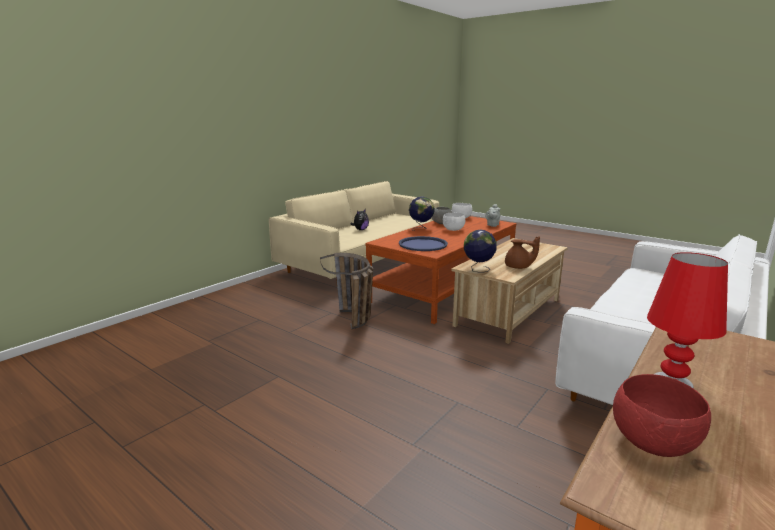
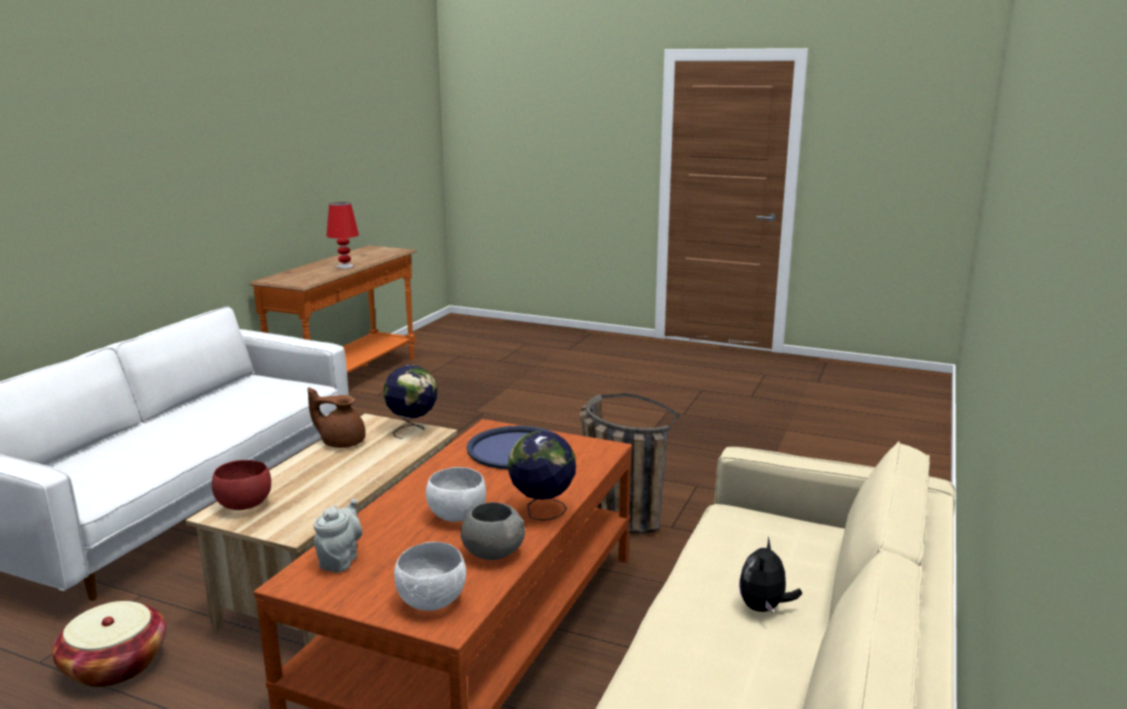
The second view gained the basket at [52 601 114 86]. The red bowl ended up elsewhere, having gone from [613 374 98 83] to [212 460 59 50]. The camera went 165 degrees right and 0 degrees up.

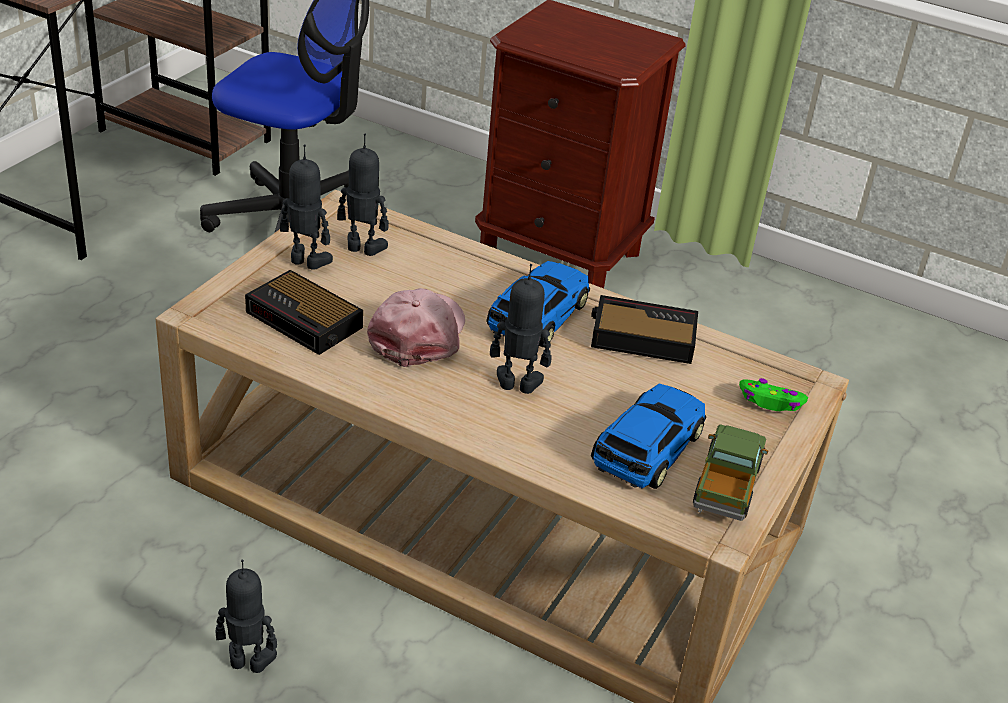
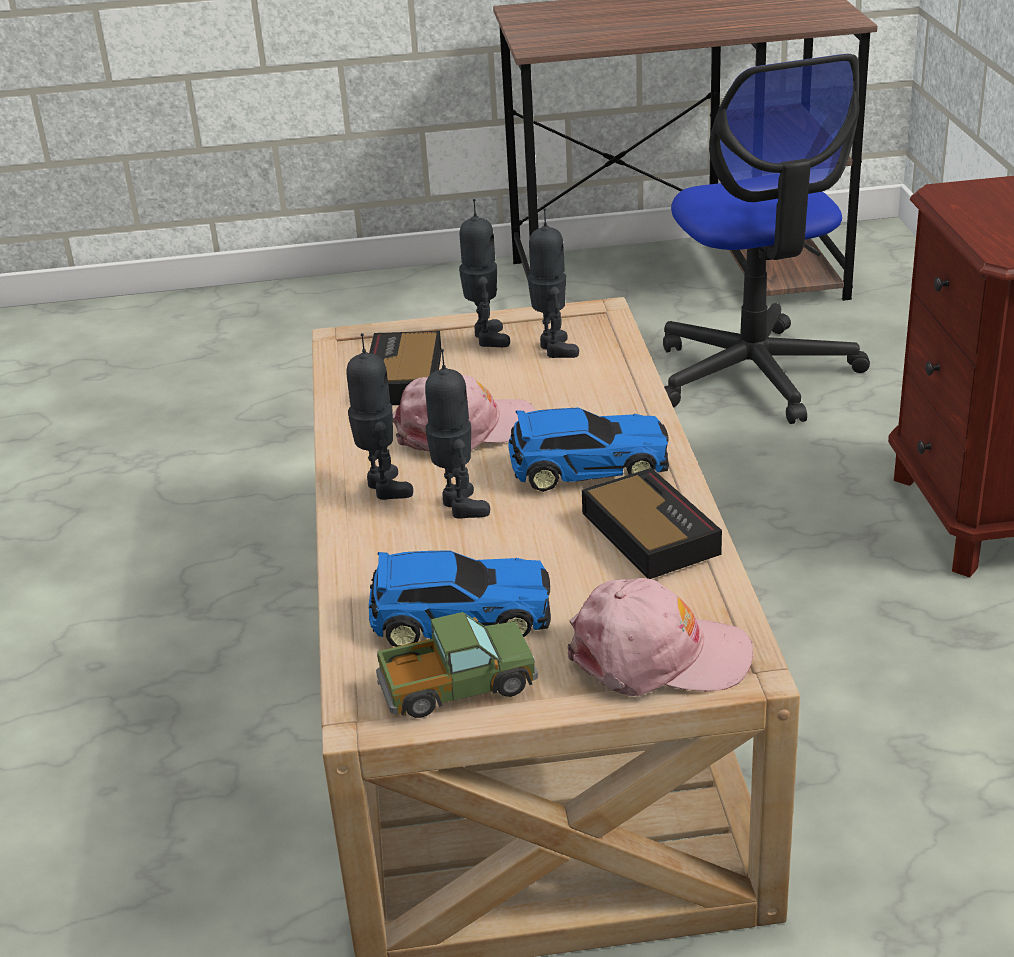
The toy robot ended up elsewhere, having gone from [216 559 61 114] to [346 333 67 167]. Where the green game controller stood at [739 378 69 33], the pink cap came to stand at [568 578 185 118]. The camera went 60 degrees right and 5 degrees down.

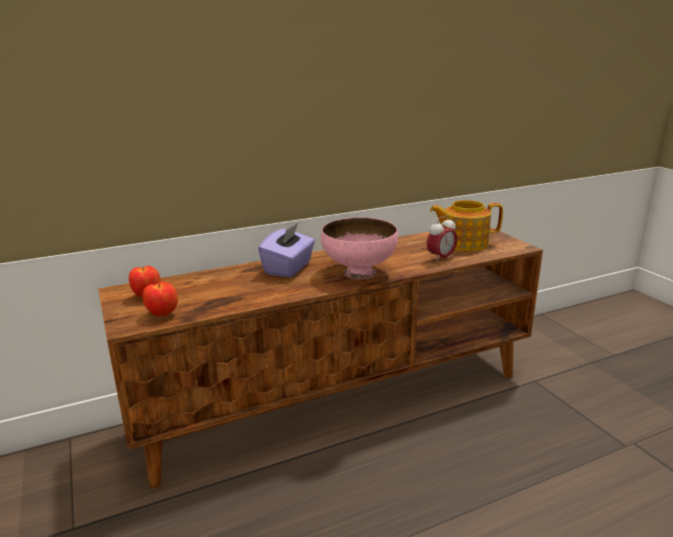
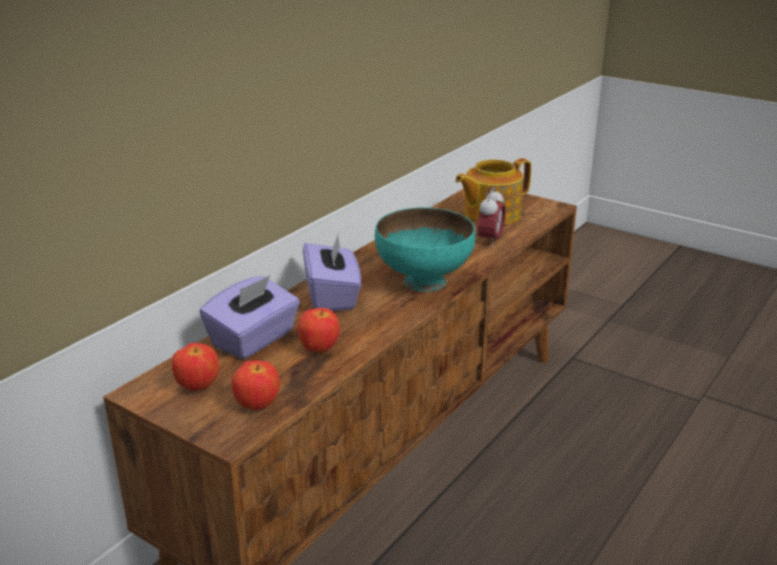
The second view gained the purple tissue box at [200 276 100 83]. The second view gained the apple at [298 308 42 45]. What was the pink bowl at [321 217 77 62] turned into the turquoise bowl at [375 207 100 85]. The camera went 30 degrees left and 5 degrees up.

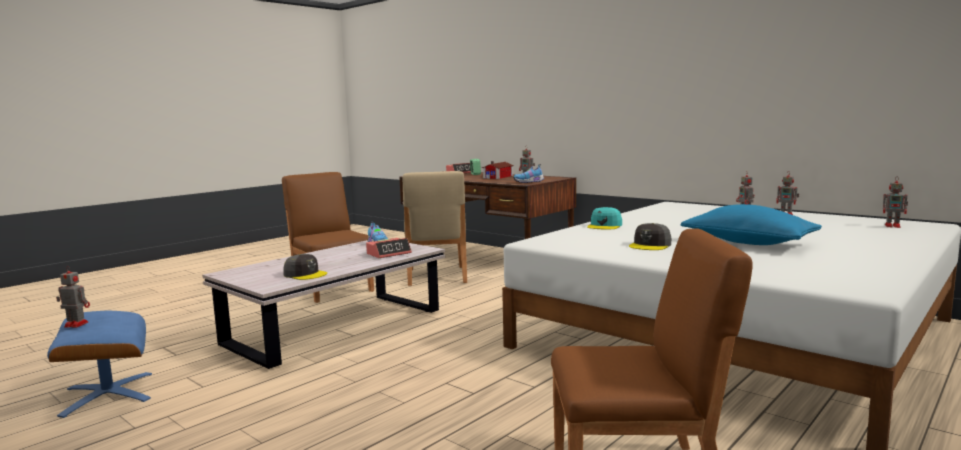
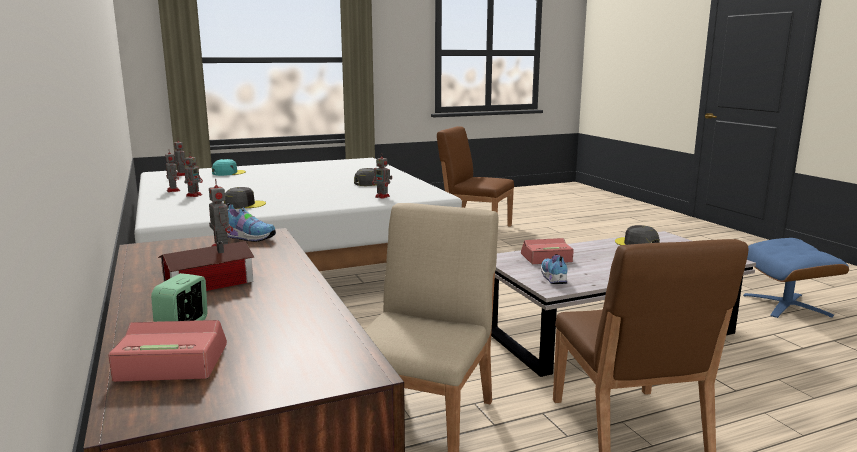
The turquoise cap ended up elsewhere, having gone from [587 207 35 22] to [212 159 34 17]. The second view gained the grey cap at [224 187 42 22]. The toy robot ended up elsewhere, having gone from [56 266 34 62] to [372 154 20 45]. The second view lost the blue pillow at [681 204 141 41]. The camera went 155 degrees left and 5 degrees up.

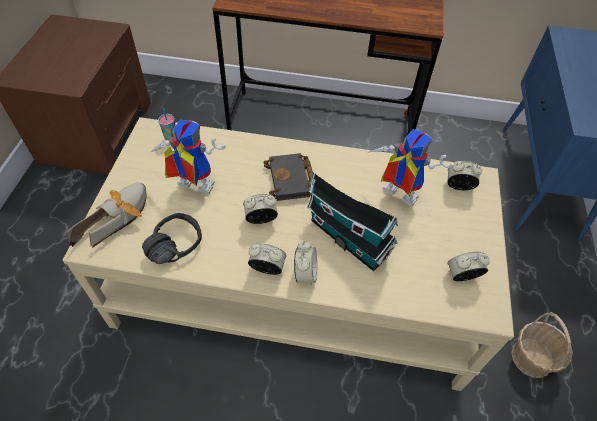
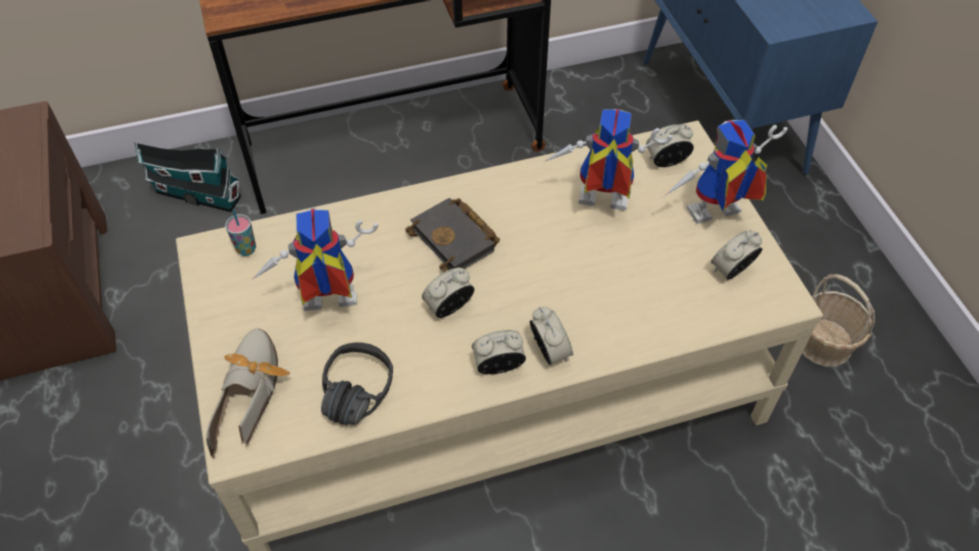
The toy house ended up elsewhere, having gone from [307 172 91 99] to [134 142 107 70]. The second view gained the toy robot at [665 120 123 104]. The camera went 25 degrees left and 0 degrees up.

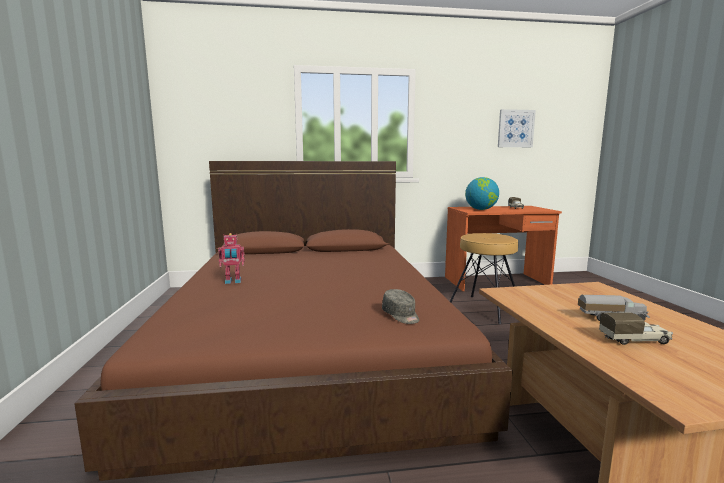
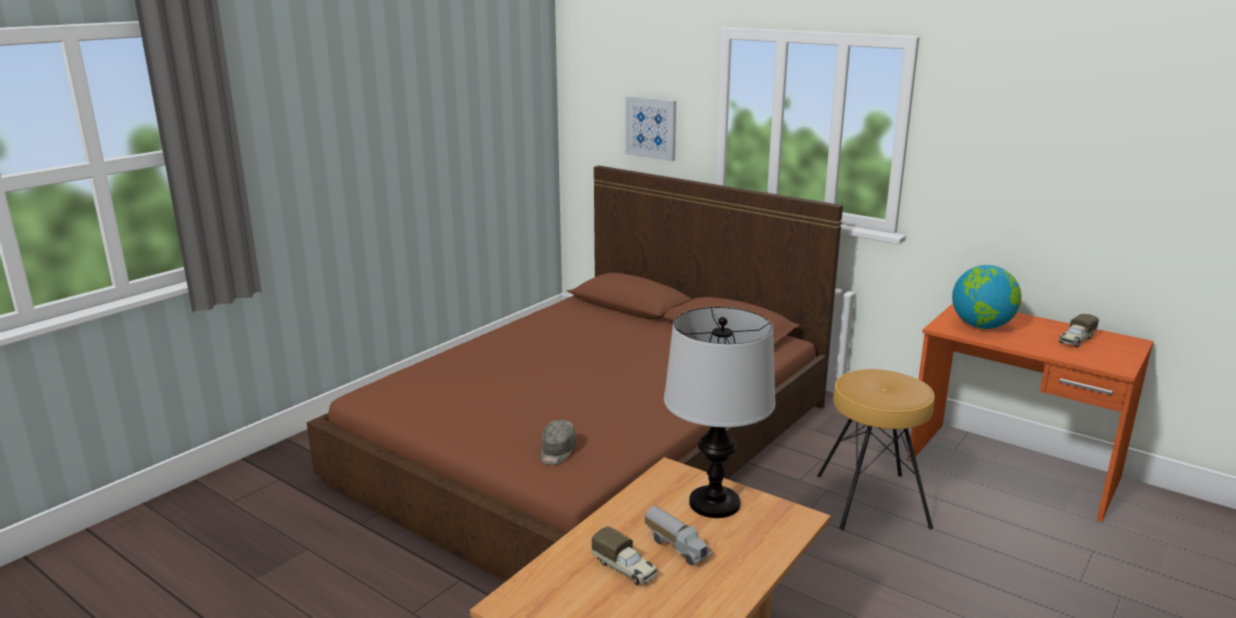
The picture ended up elsewhere, having gone from [498 109 38 38] to [625 96 51 65]. The second view gained the table lamp at [664 307 112 211]. The second view lost the toy robot at [218 233 27 51]. The camera went 45 degrees right and 10 degrees up.

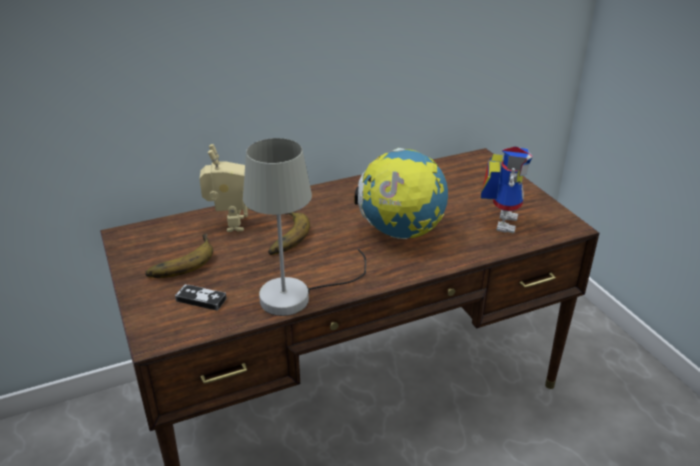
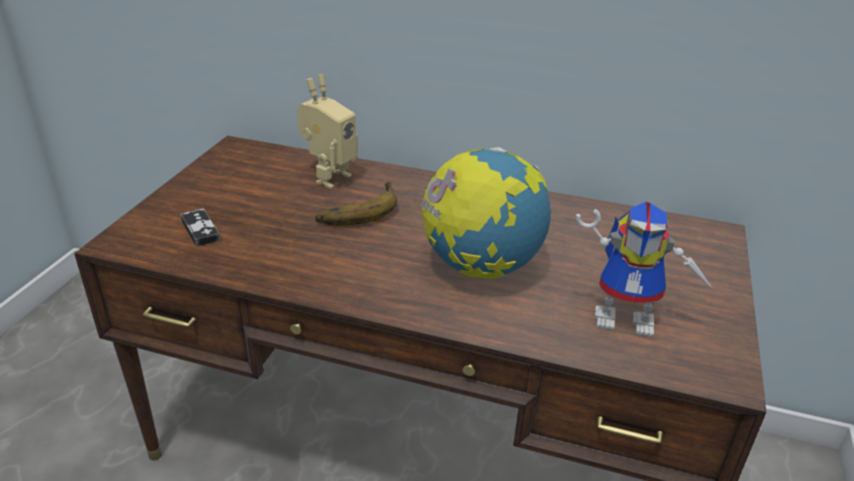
The toy robot at [481 147 52 86] ended up facing another way, 45 degrees clockwise from before. The second view lost the banana at [145 234 68 44]. The second view lost the grey table lamp at [243 138 123 178]. The camera went 40 degrees right and 0 degrees up.

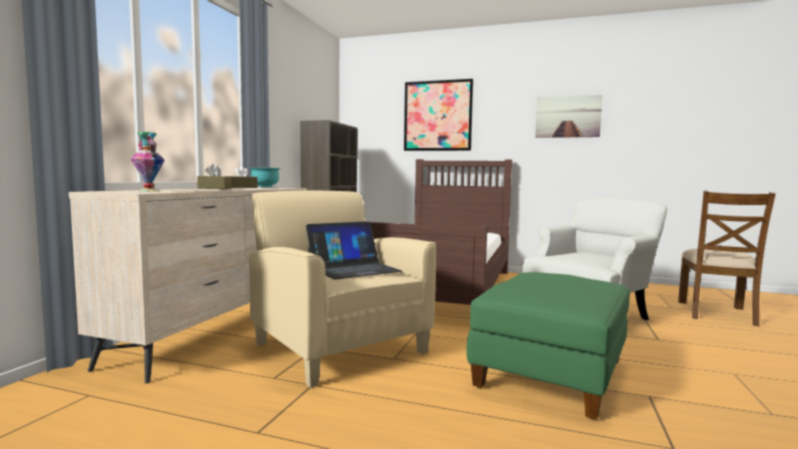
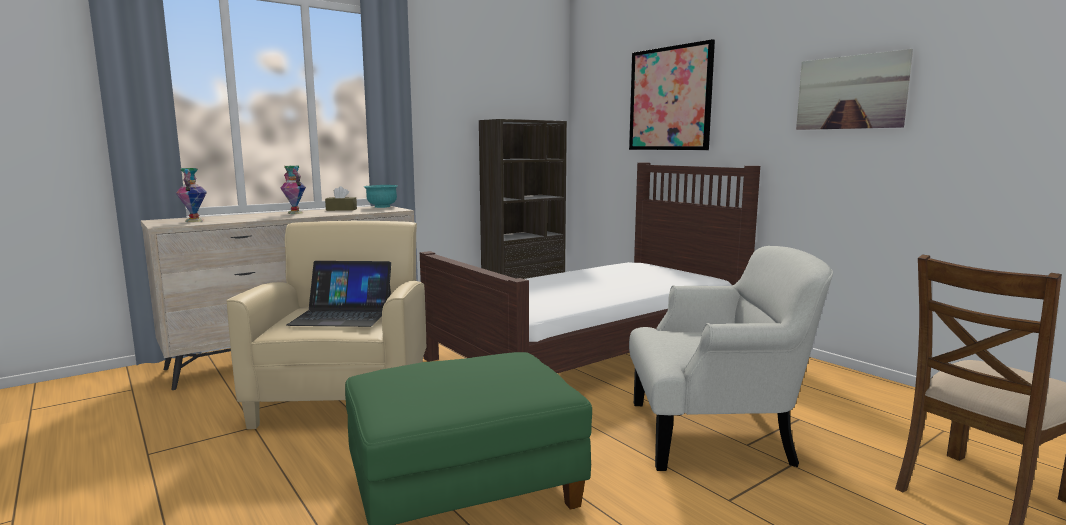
Where the brown tissue box stood at [197 164 35 25], the vase came to stand at [281 166 25 48]. The camera went 35 degrees right and 5 degrees up.

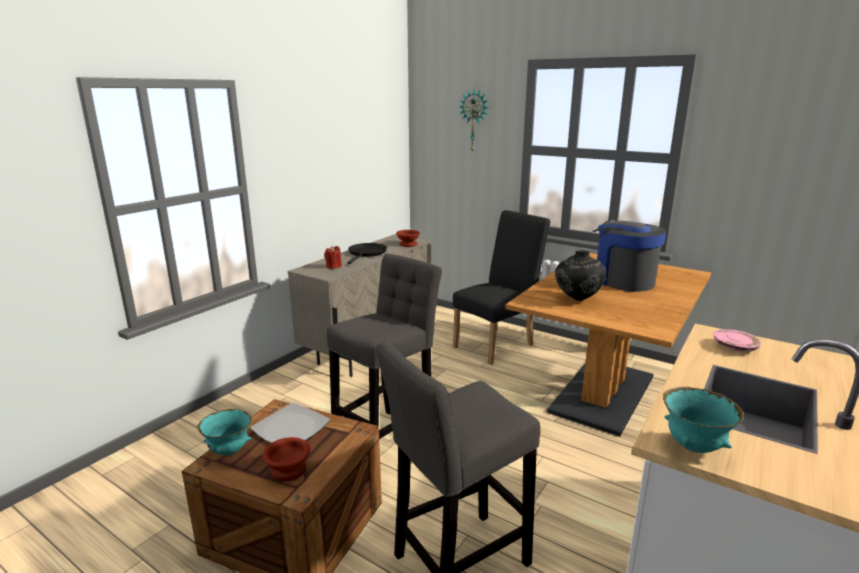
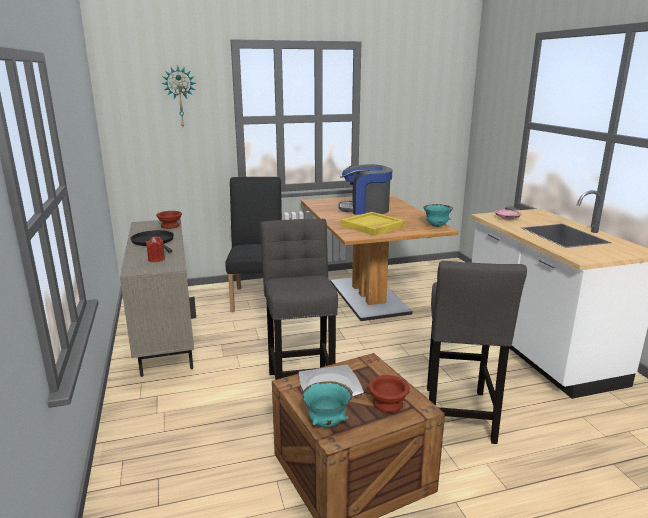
Where the black vase stood at [555 250 51 51], the yellow tray came to stand at [341 212 65 24]. The turquoise bowl ended up elsewhere, having gone from [663 387 81 66] to [423 204 30 23]. The camera went 50 degrees left and 0 degrees up.

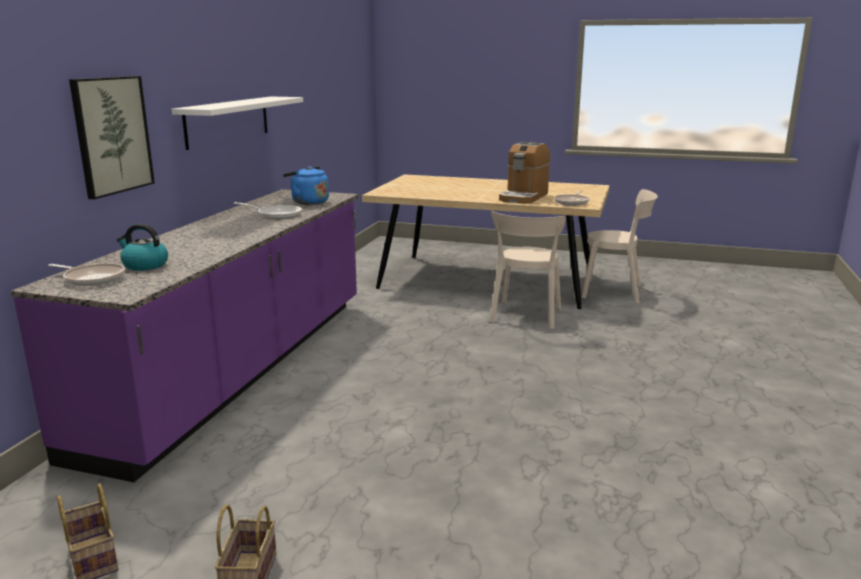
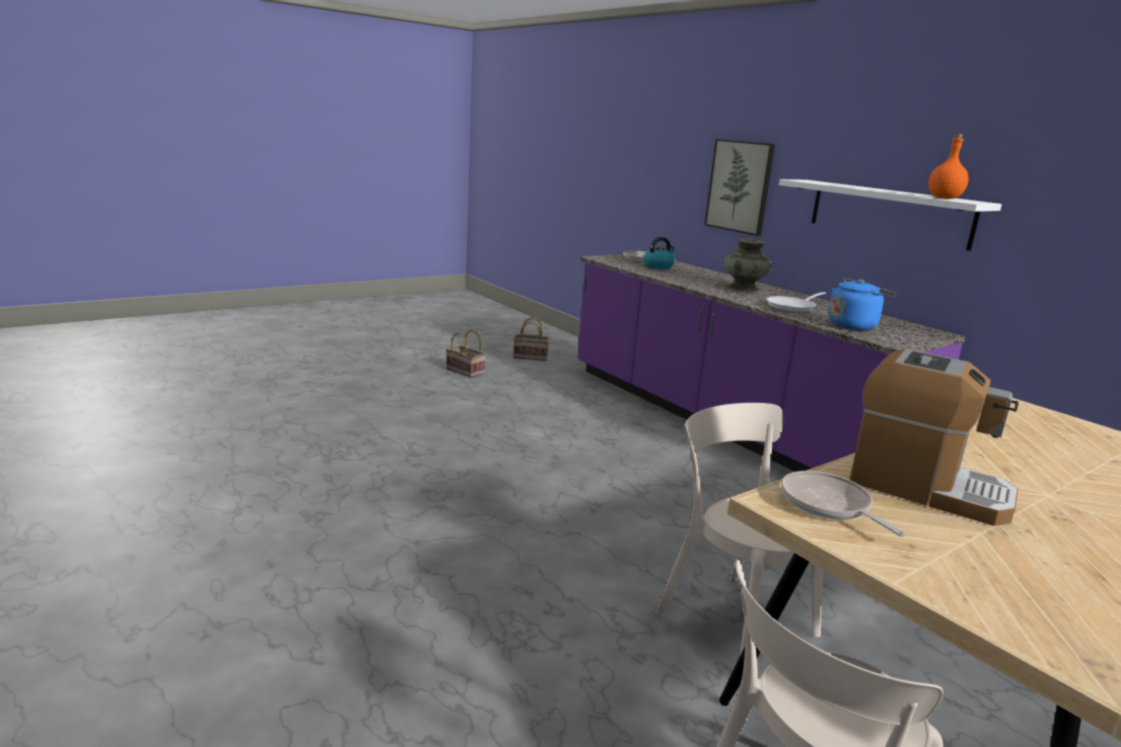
The second view gained the turquoise vase at [724 238 48 53]. The coffee machine at [499 142 51 62] ended up facing another way, 150 degrees clockwise from before. The second view gained the orange bottle at [928 133 41 66]. The camera went 125 degrees right and 0 degrees up.

